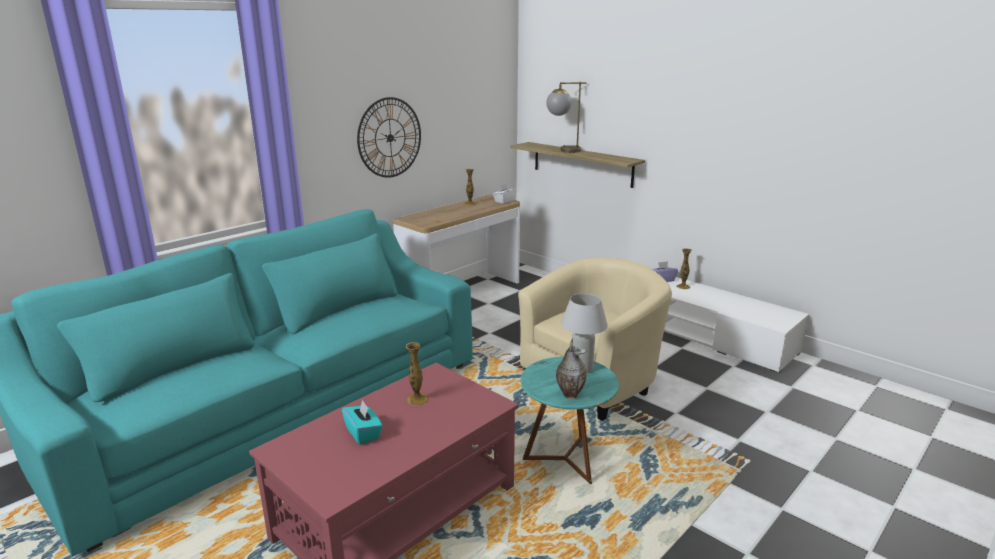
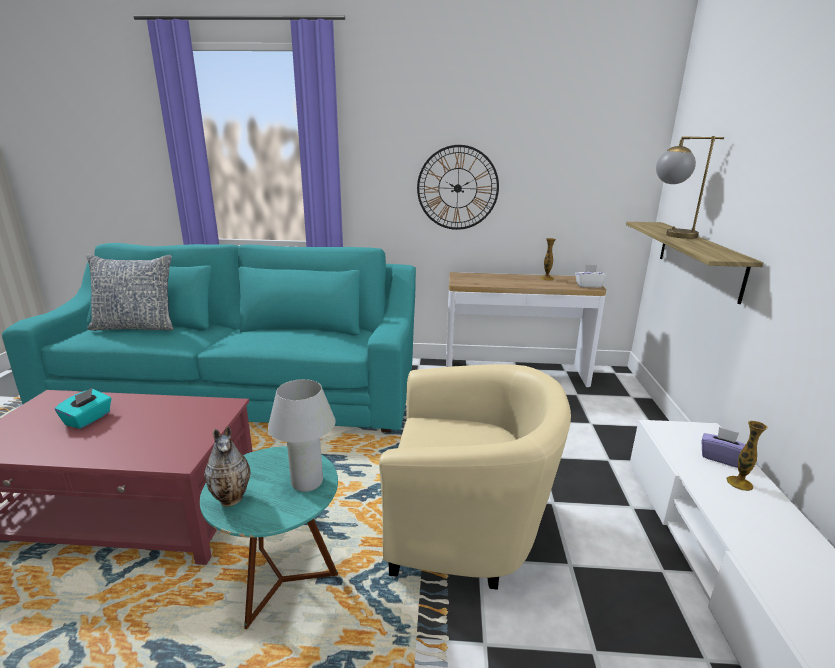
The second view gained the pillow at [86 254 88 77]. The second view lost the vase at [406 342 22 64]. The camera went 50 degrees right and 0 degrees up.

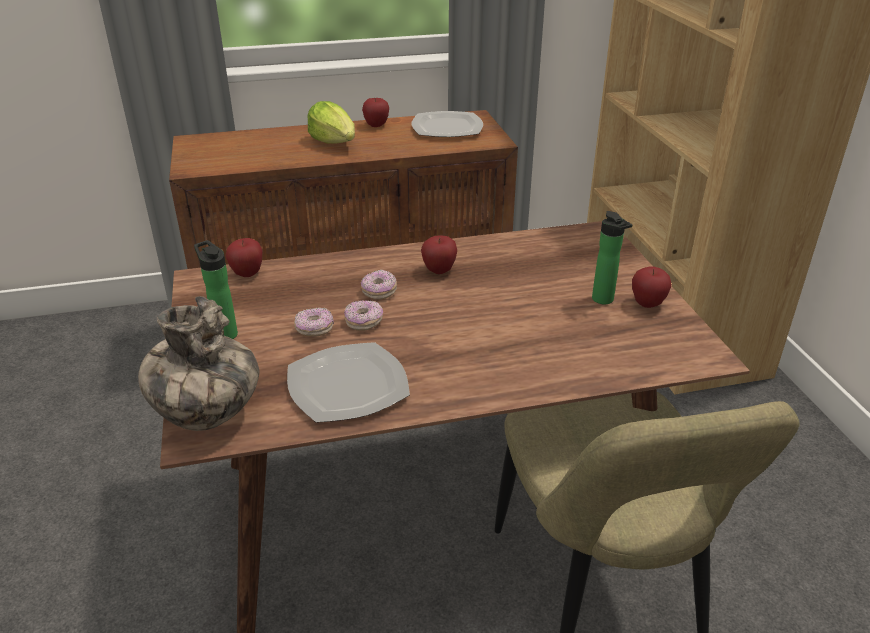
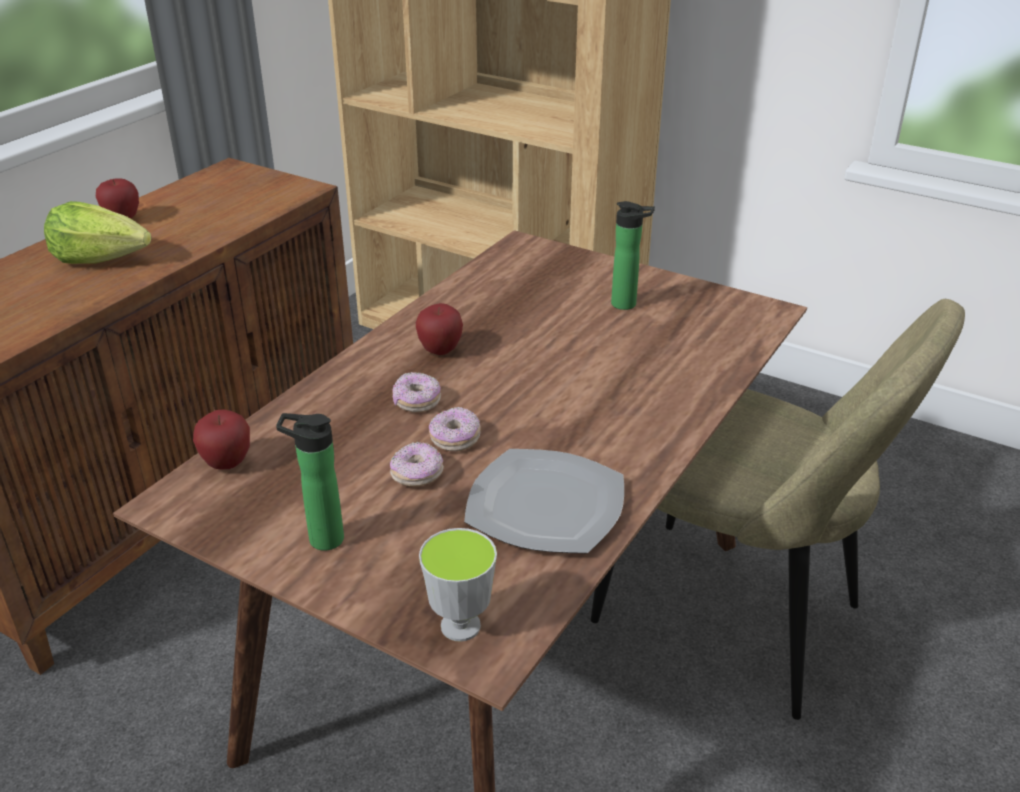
Where the vase stood at [138 296 122 135], the cup came to stand at [419 528 78 114]. The second view lost the plate at [411 111 72 26]. The second view lost the apple at [632 267 40 41]. The camera went 45 degrees left and 0 degrees up.

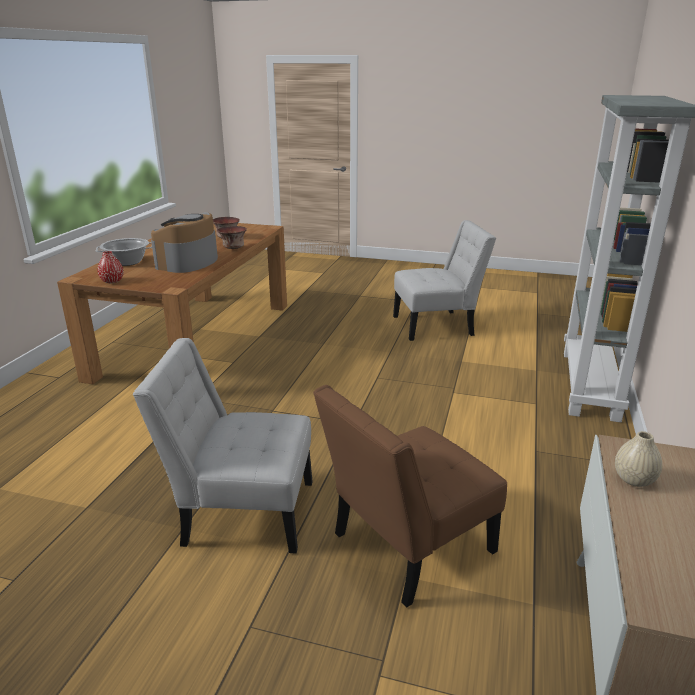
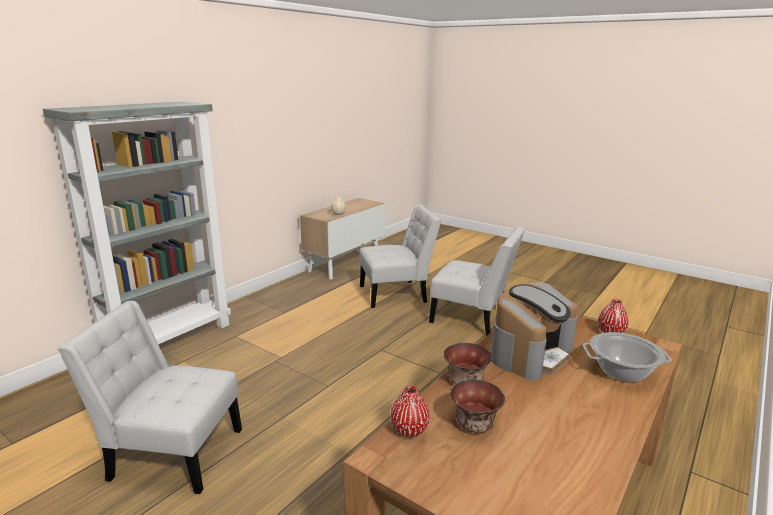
What was the brown chair at [313 385 194 223] turned into the white chair at [360 205 81 103]. The second view gained the red vase at [391 386 39 51]. The camera went 160 degrees left and 5 degrees down.

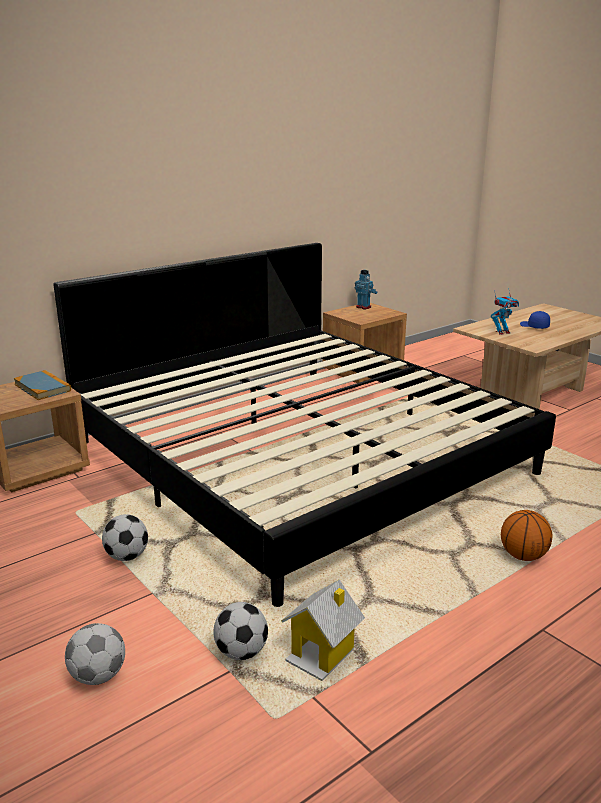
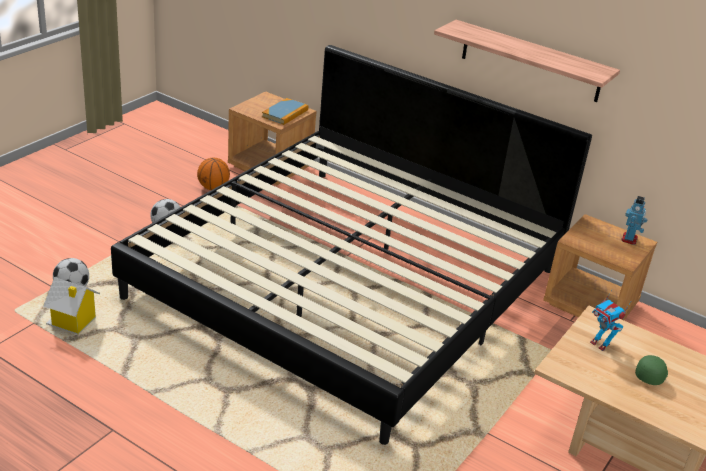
The basketball ended up elsewhere, having gone from [501 510 52 51] to [197 157 33 33]. The second view gained the shelf at [434 20 186 82]. What was the blue cap at [520 311 30 18] turned into the green cap at [635 355 33 30]. The second view lost the football at [65 623 60 62]. The camera went 70 degrees right and 10 degrees up.

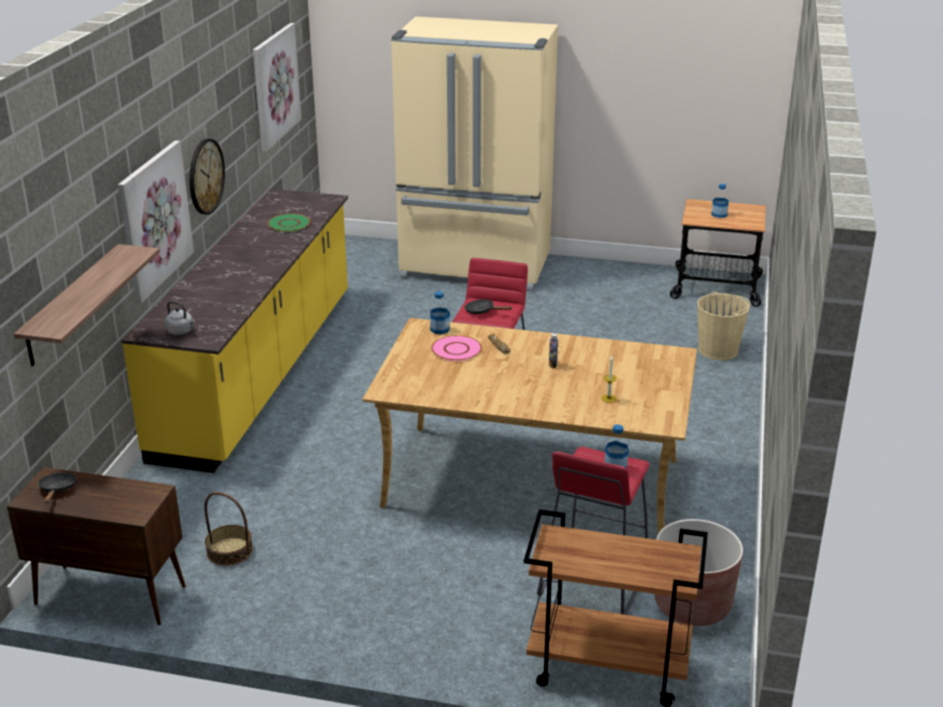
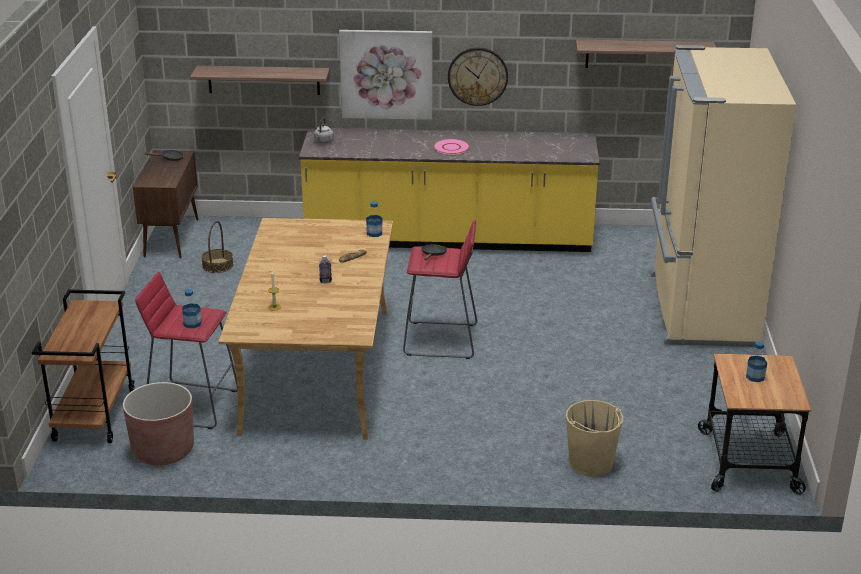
The pink plate ended up elsewhere, having gone from [431 335 51 26] to [433 139 37 16]. Where the picture hung at [253 23 48 129], the shelf came to hang at [576 40 140 28]. The second view lost the green plate at [268 214 43 18]. The camera went 80 degrees right and 0 degrees up.

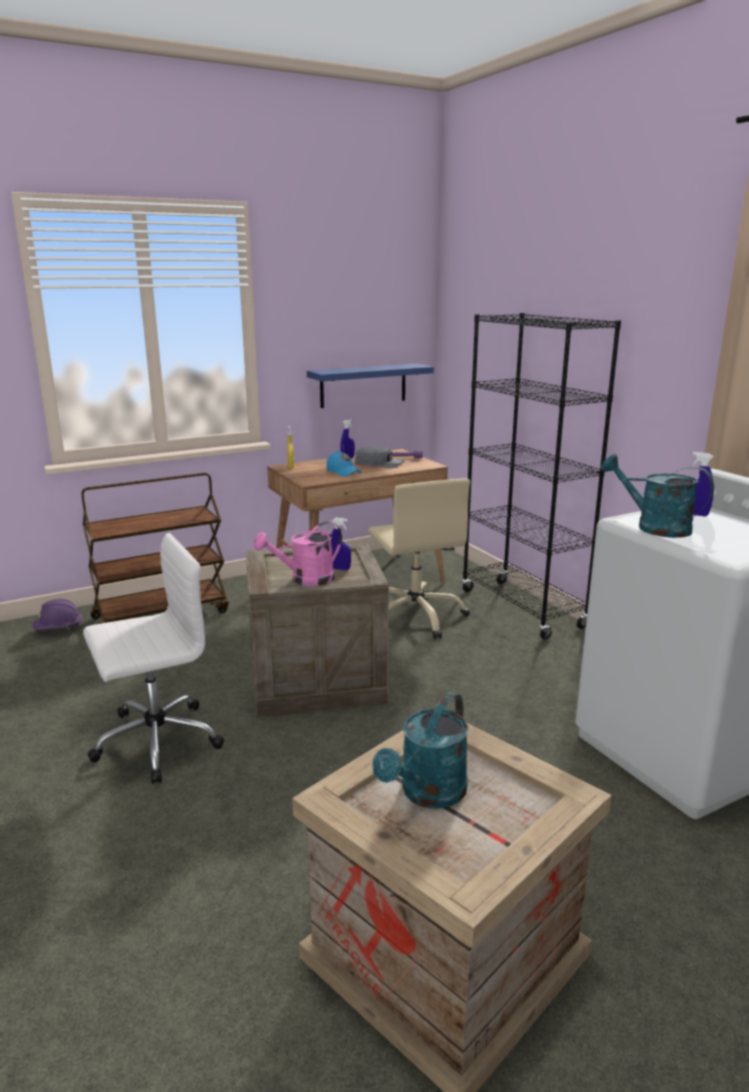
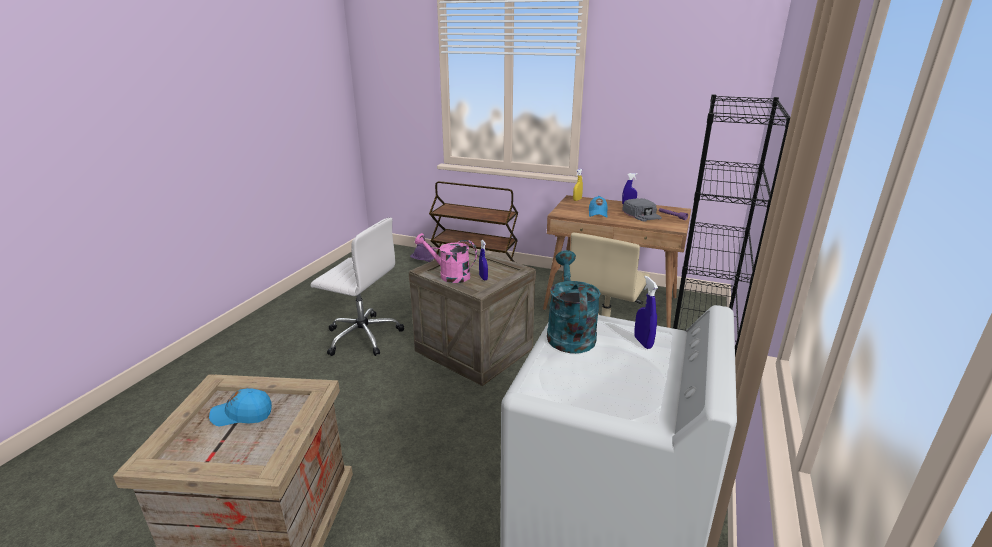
Where the turquoise watering can stood at [372 692 97 117], the blue cap came to stand at [209 388 63 38]. The second view lost the blue shelf at [307 363 127 45]. The camera went 50 degrees right and 5 degrees up.

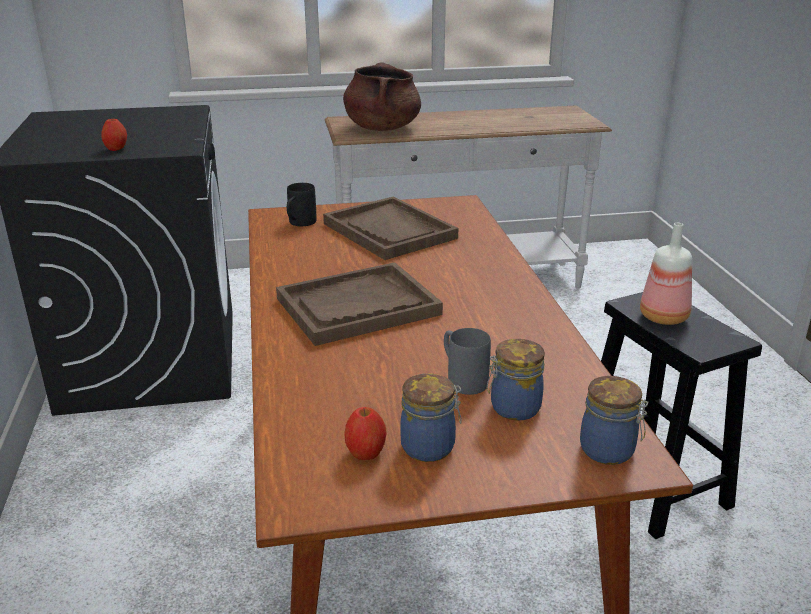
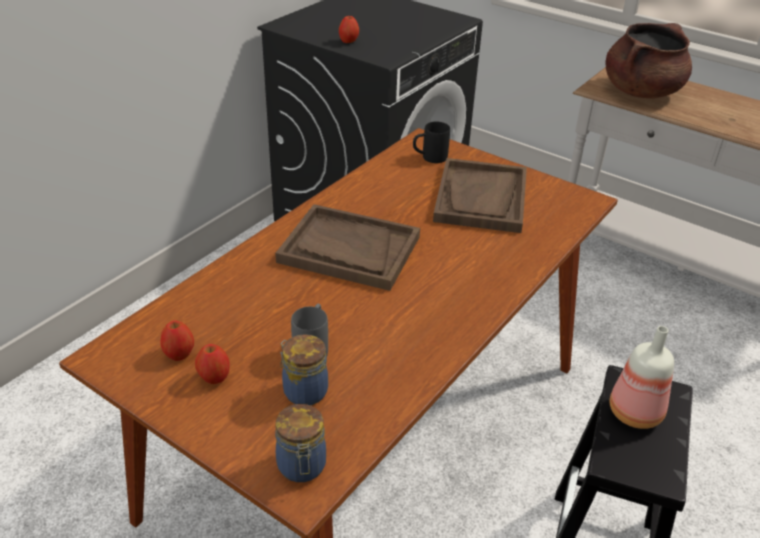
Where the jar stood at [400 373 62 89], the apple came to stand at [195 344 35 40]. The camera went 45 degrees right and 10 degrees up.

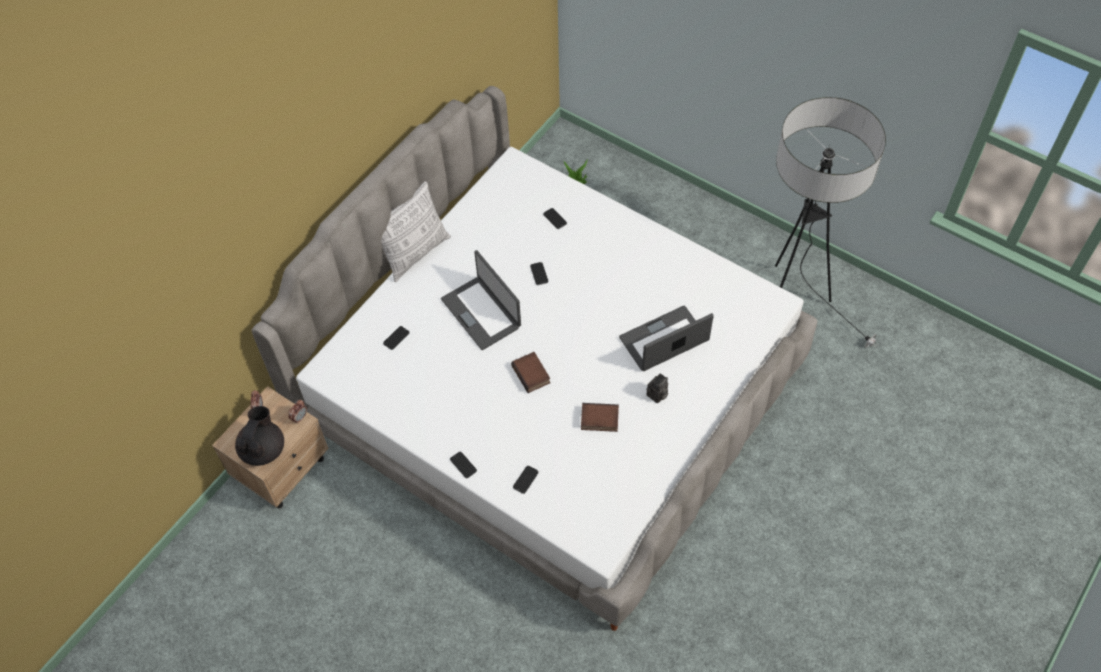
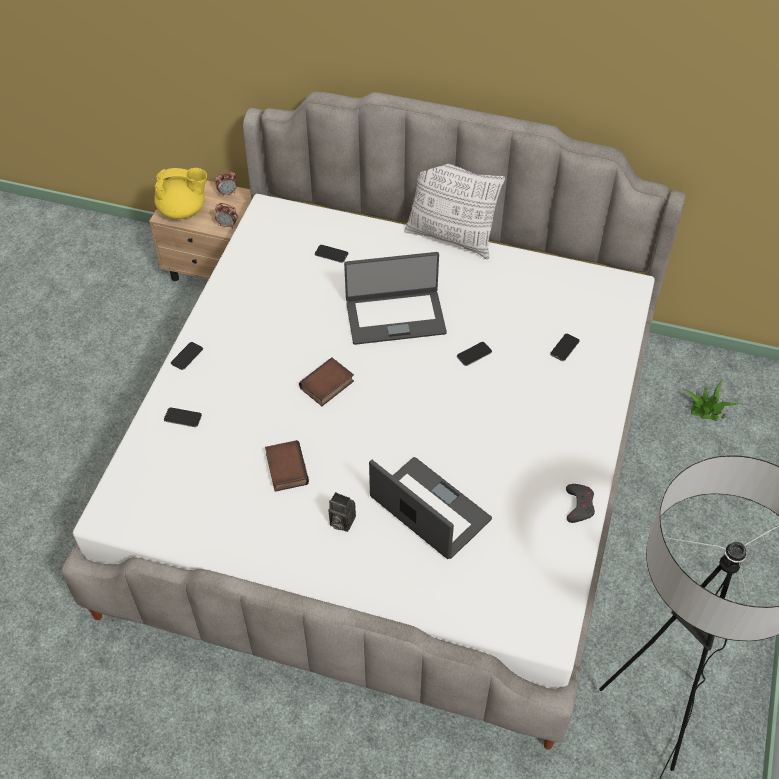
What was the black teapot at [235 406 49 60] turned into the yellow teapot at [154 168 53 51]. The laptop at [441 250 80 100] ended up facing another way, 135 degrees counterclockwise from before. The second view gained the grey game controller at [566 484 29 39]. The camera went 70 degrees right and 5 degrees down.

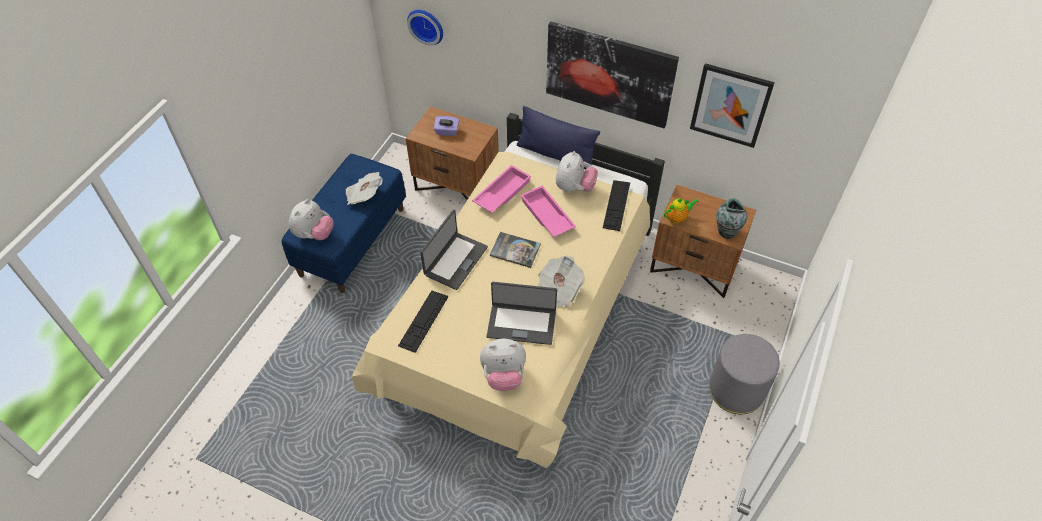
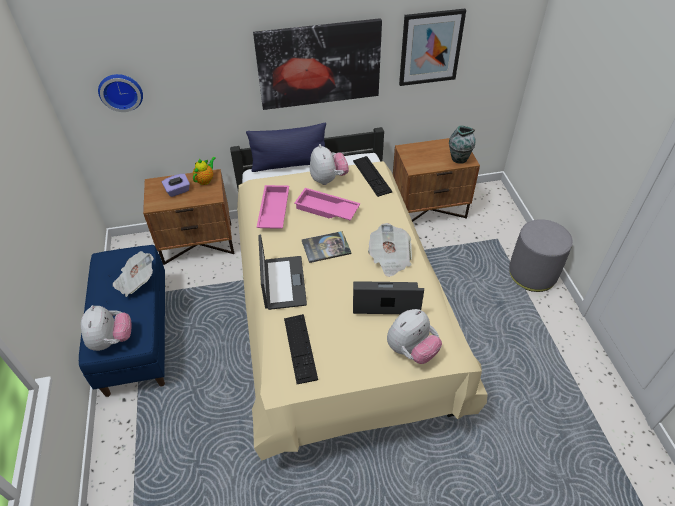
The teapot ended up elsewhere, having gone from [664 198 35 26] to [193 157 23 28]. The laptop at [487 282 70 63] ended up facing another way, 150 degrees counterclockwise from before. The camera went 35 degrees left and 5 degrees down.

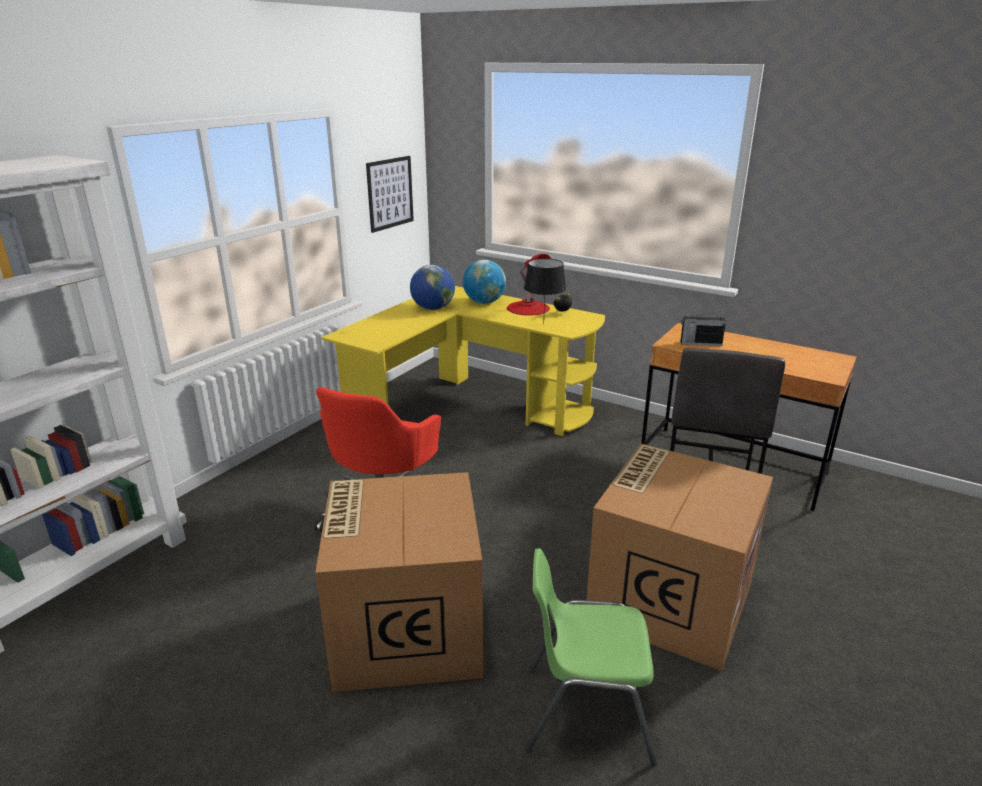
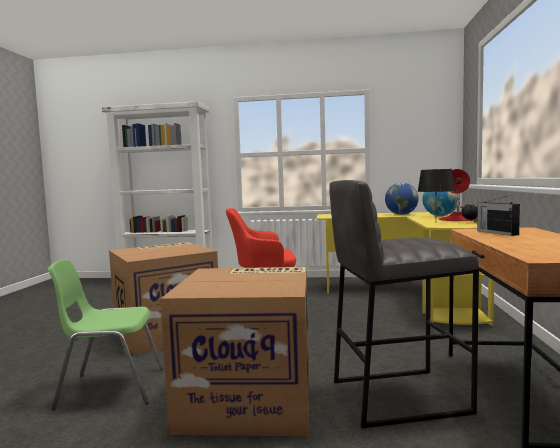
The green chair at [525 548 132 218] ended up facing another way, 75 degrees counterclockwise from before. The second view lost the picture at [366 156 48 77]. The camera went 65 degrees right and 20 degrees down.

